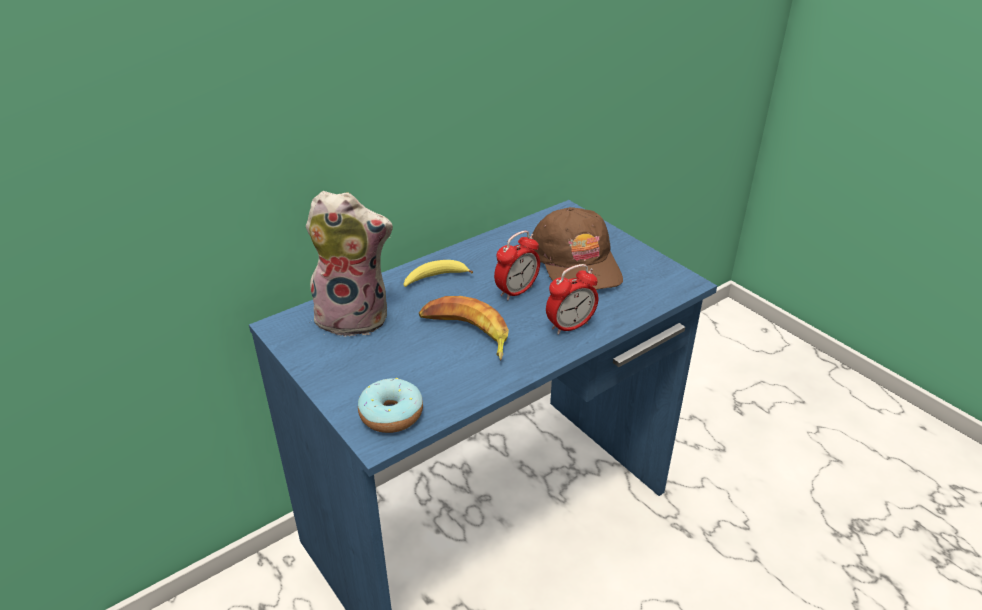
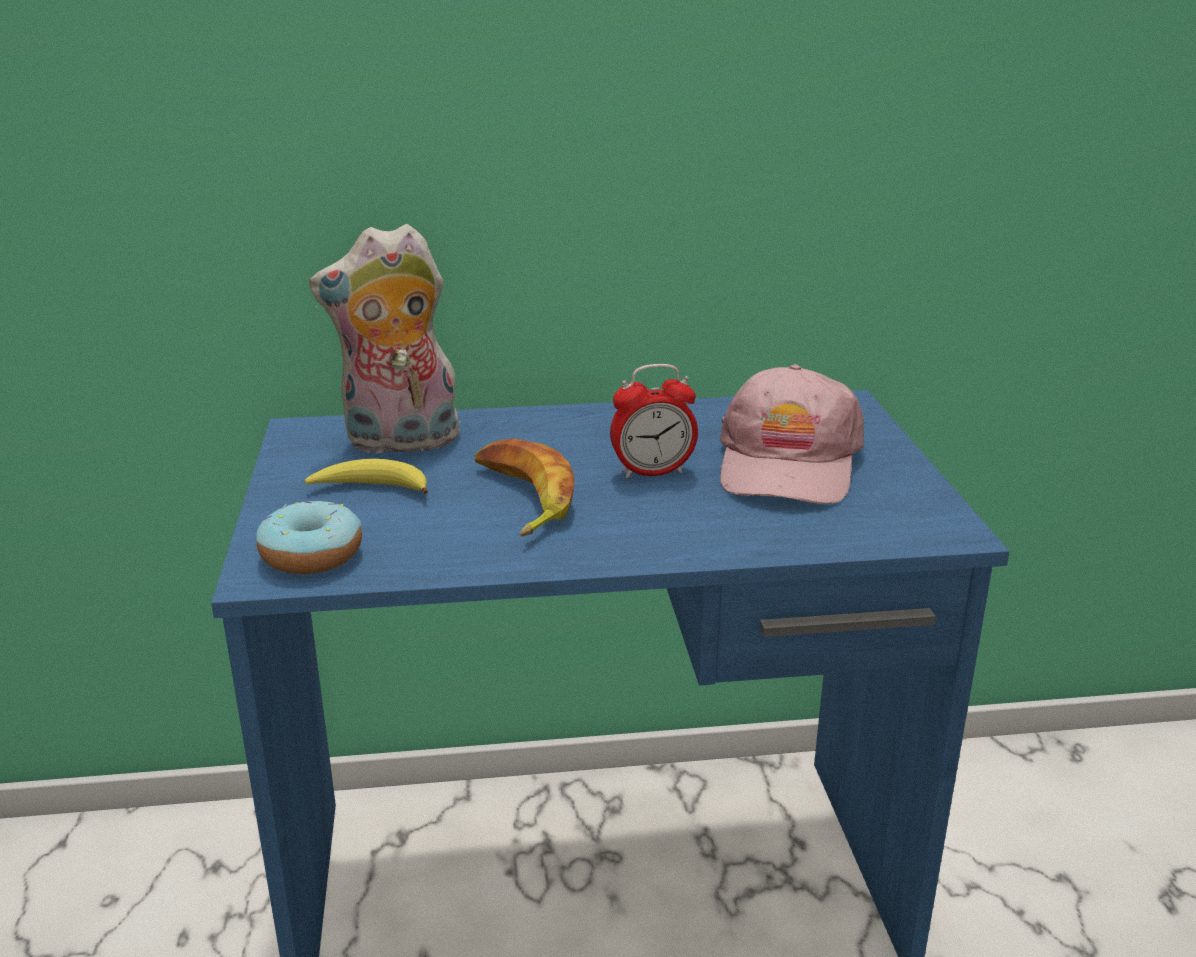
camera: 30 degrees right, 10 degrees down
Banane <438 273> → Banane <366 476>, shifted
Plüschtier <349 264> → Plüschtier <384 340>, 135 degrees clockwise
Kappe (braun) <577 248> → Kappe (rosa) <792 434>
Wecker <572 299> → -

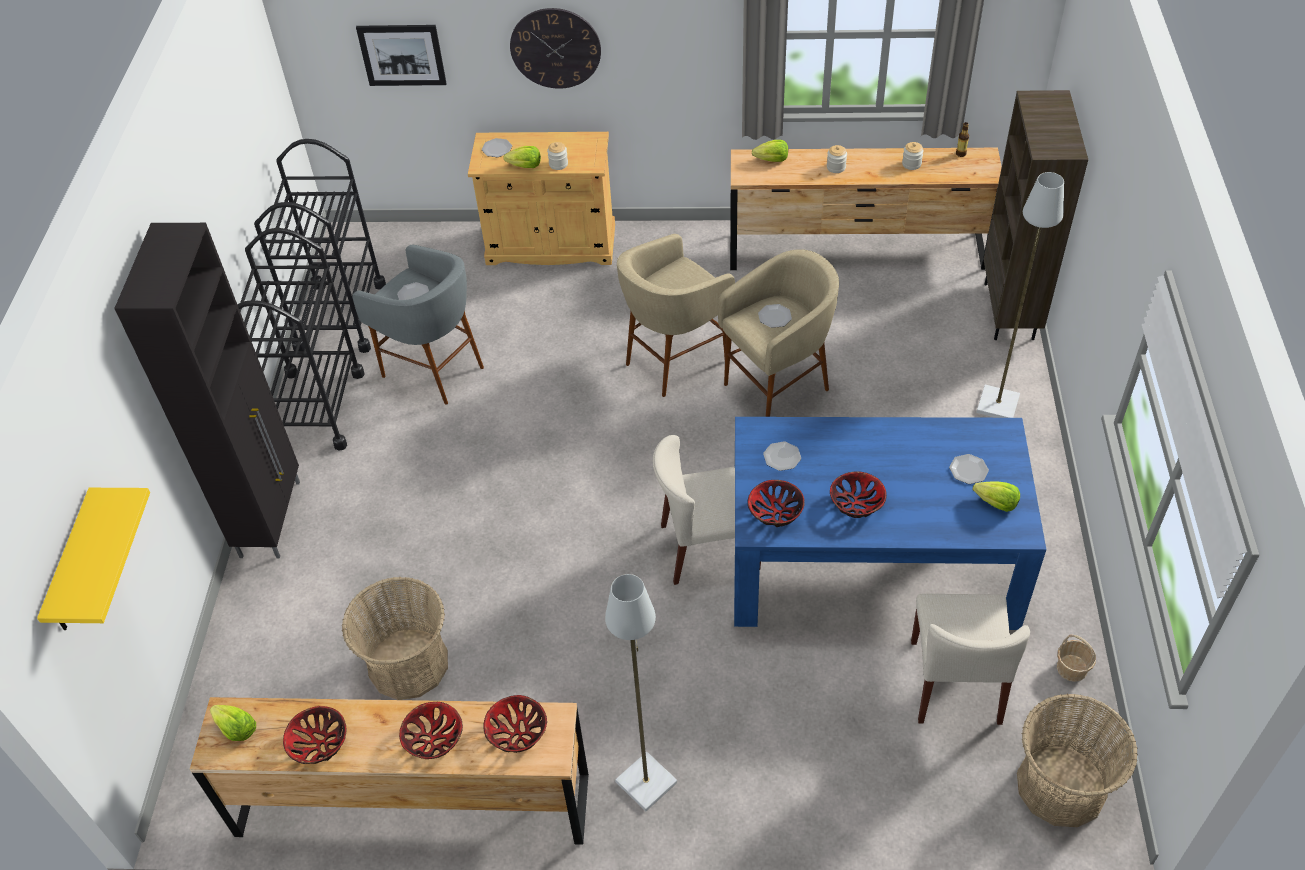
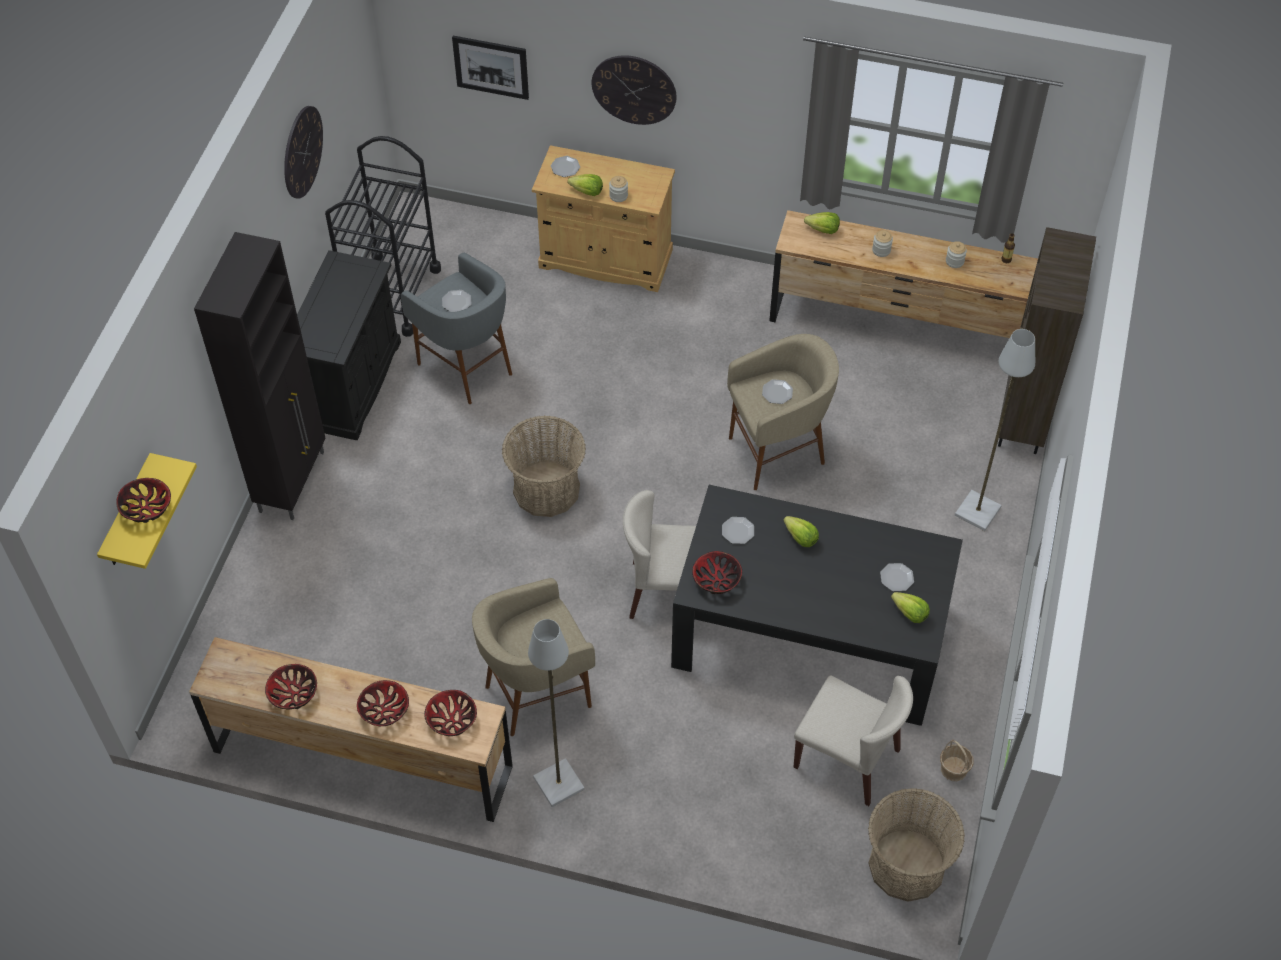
camera: 10 degrees right, 5 degrees up
Schüssel <858 494> → Schüssel <143 500>, shifted
- → Wanduhr <303 152>
Rollwagen (schwarz) <301 339> → Schrank (schwarz) <349 345>
Hocker (beige) <676 315> → Hocker (beige) <533 657>, shifted
Korb <395 638> → Korb <544 466>, shifted
Esstisch (blau) <890 523> → Esstisch (schwarz) <817 605>
Salatkopf <233 723> → Salatkopf <801 531>, shifted
Stuhl (beige) <970 659> → Stuhl (beige) <853 740>, 75 degrees counterclockwise

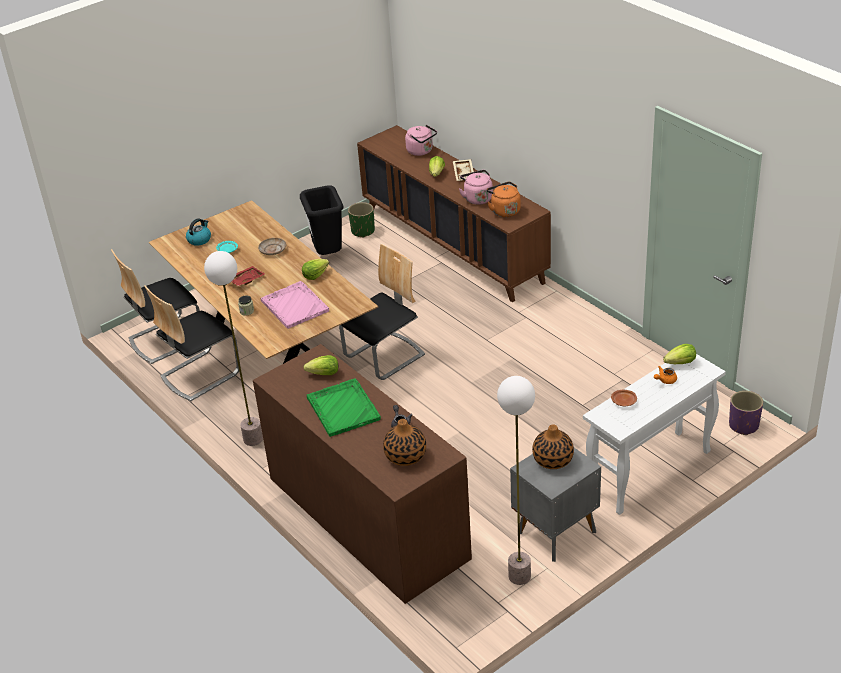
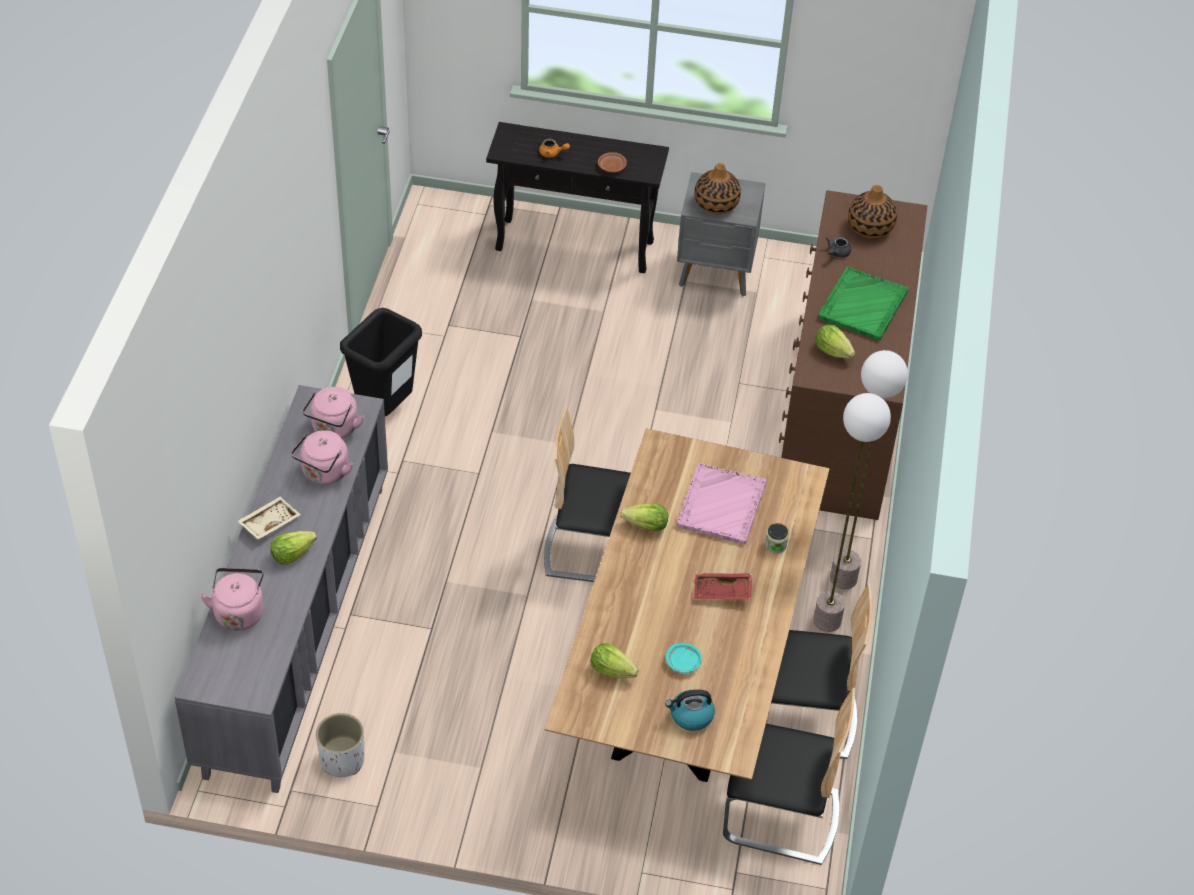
camera: 135 degrees left, 10 degrees up
Schrank (braun) <454 213> → Schrank (grau) <281 589>
Wasserkessel (orange) <503 199> → Wasserkessel (rosa) <333 412>
Pflanzkübel (grün) <361 220> → Pflanzkübel (weiß) <340 745>
Mülleimer (schwarz) <322 220> → Mülleimer (schwarz) <381 362>, shifted
Konsolentisch (weiß) <654 434> → Konsolentisch (schwarz) <577 197>
Salatkopf <679 354> → Salatkopf <615 660>, shifted
Stehlampe <516 480> → Stehlampe <852 512>, shifted
Teller (beige) <272 246> → -
Pflanzkübel (lila) <746 413> → -

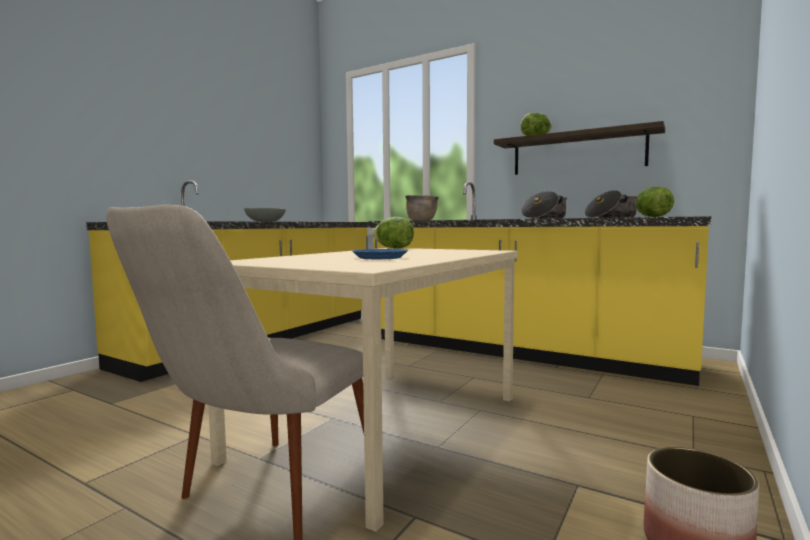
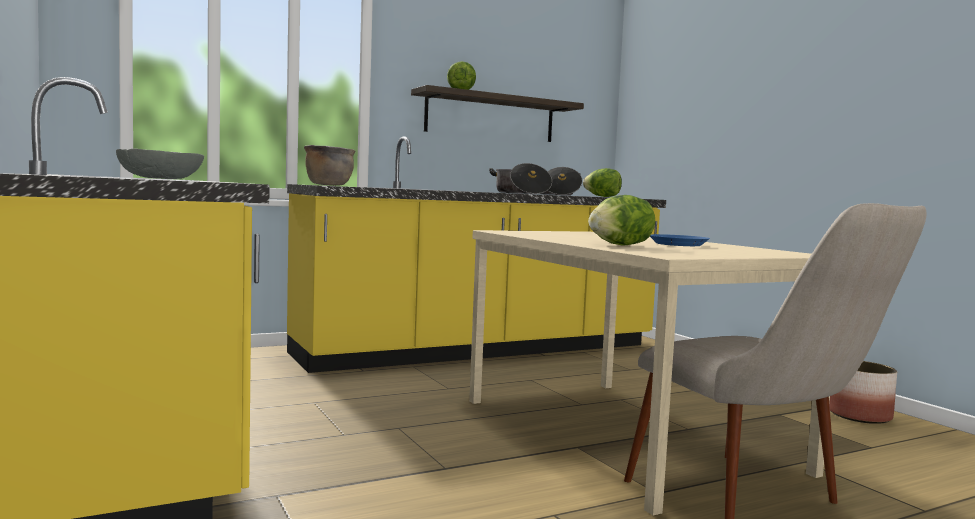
camera: 60 degrees left, 0 degrees up
Salatkopf <393 233> → Salatkopf <621 220>, shifted

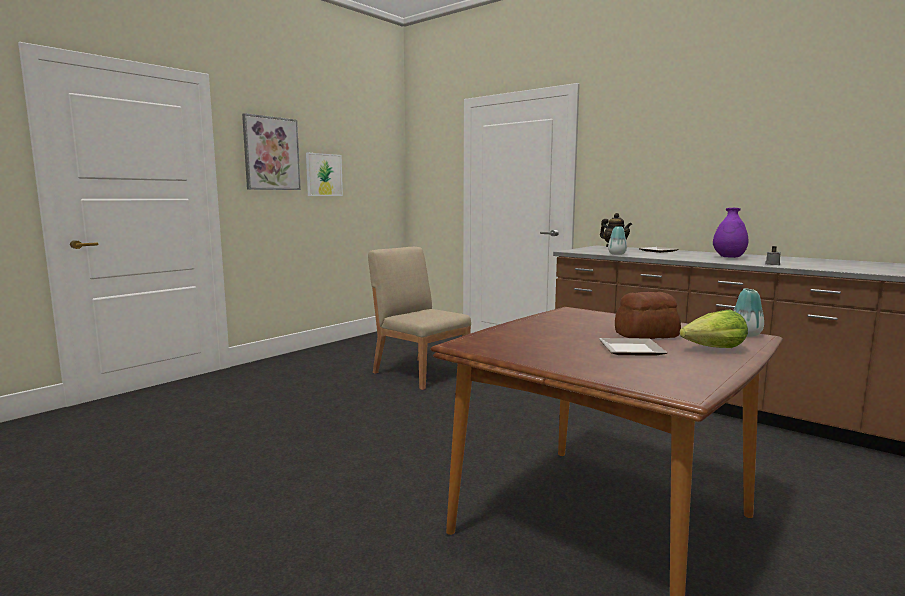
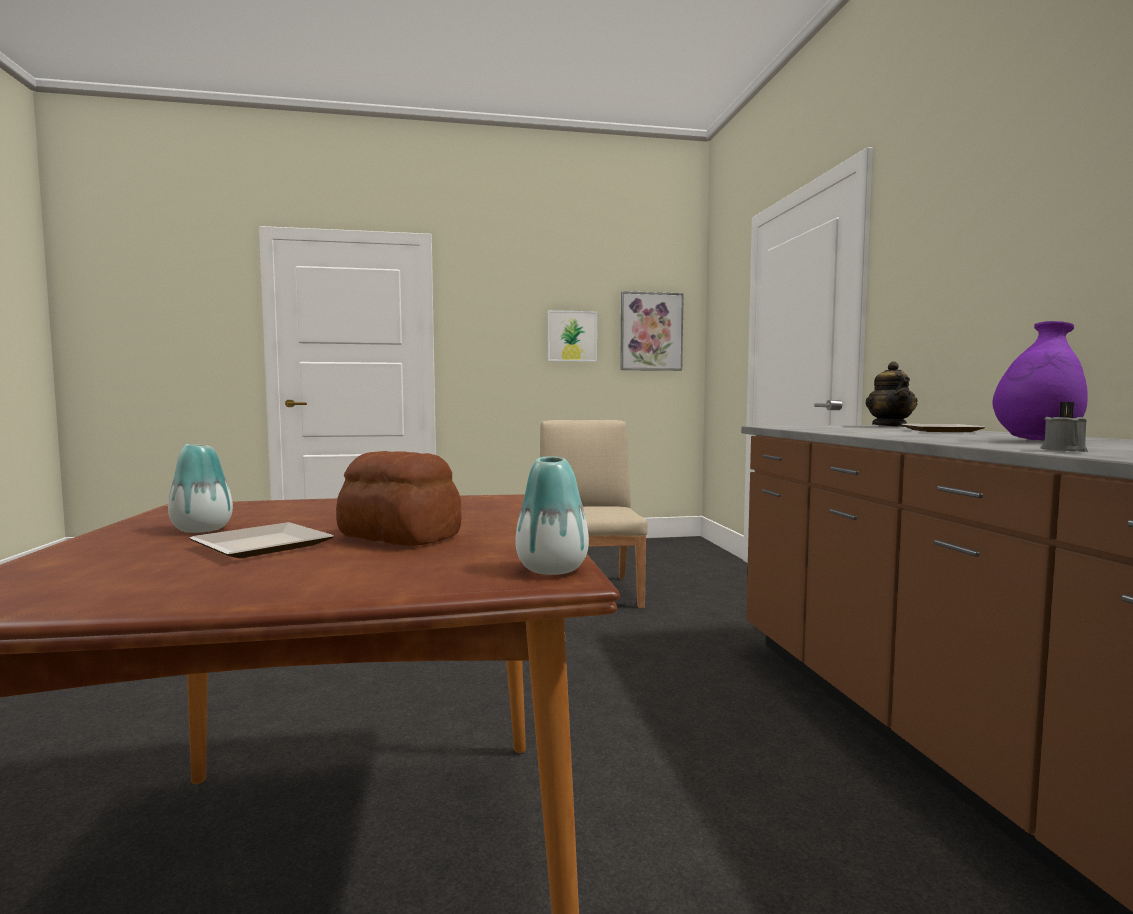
camera: 40 degrees right, 5 degrees down
Vase <617 240> → Vase <200 488>, shifted
Bild <271 151> → Bild <652 331>, shifted
Salatkopf <714 329> → -

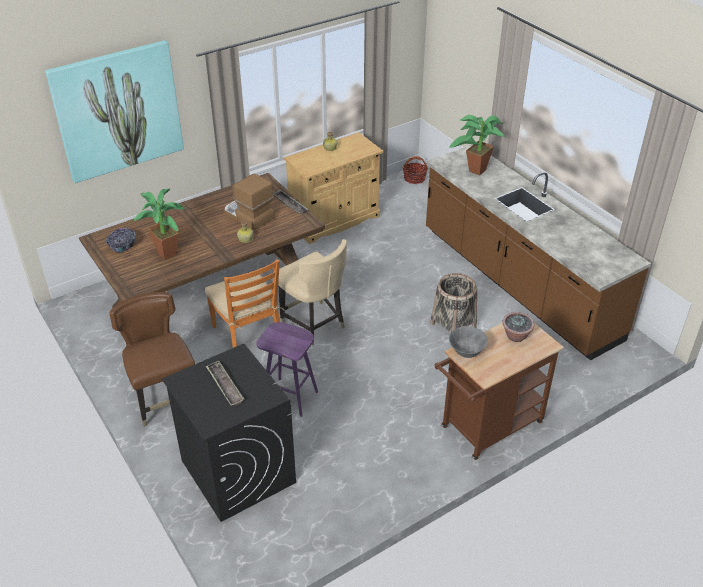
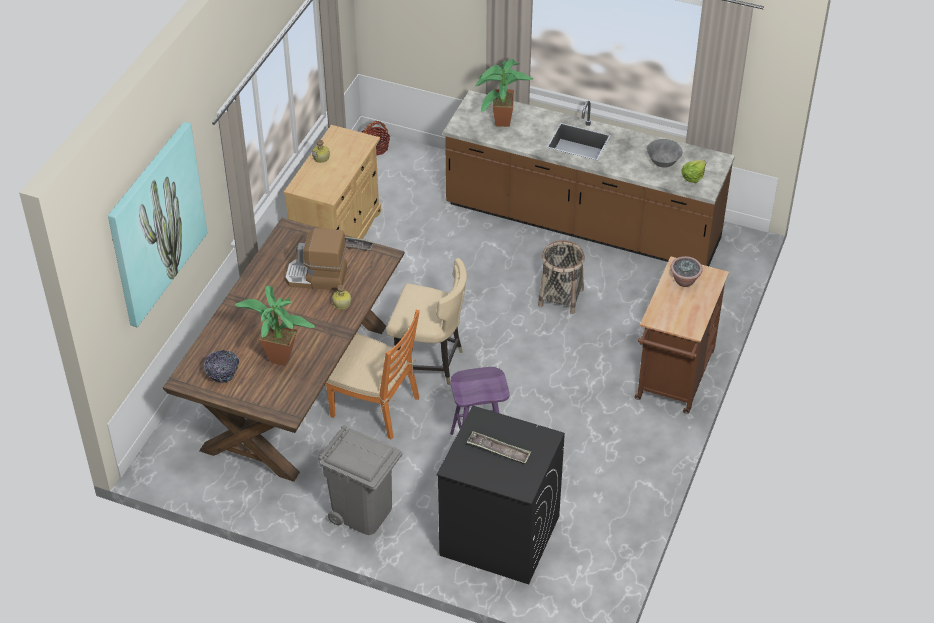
camera: 35 degrees left, 5 degrees up
Stuhl (braun) <152 359> → Mülleimer (grau) <360 480>
Schüssel (grau) <468 342> → Schüssel (grau) <665 153>, shifted
- → Salatkopf <694 171>

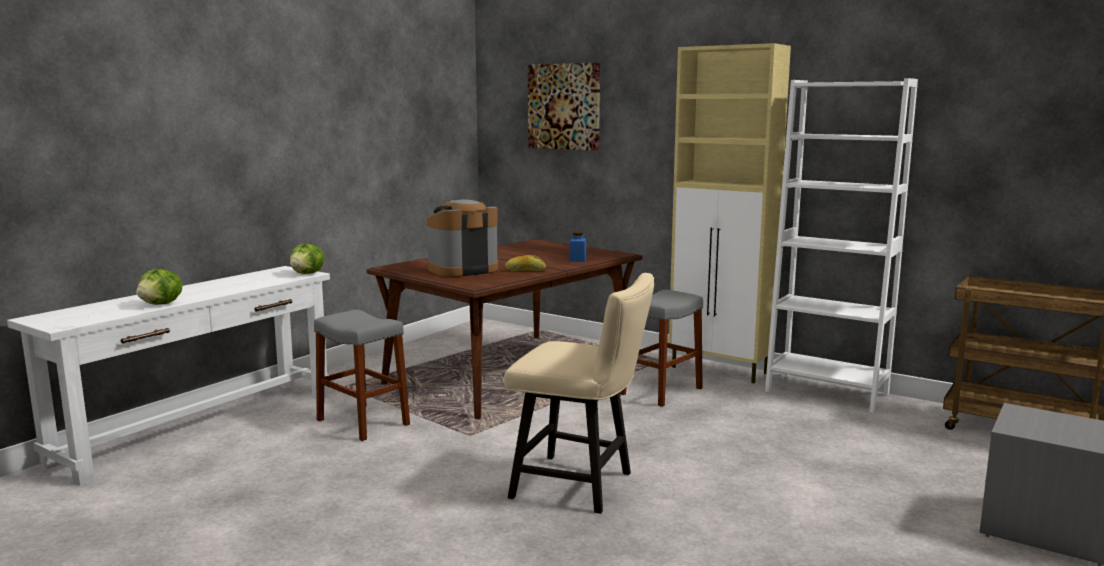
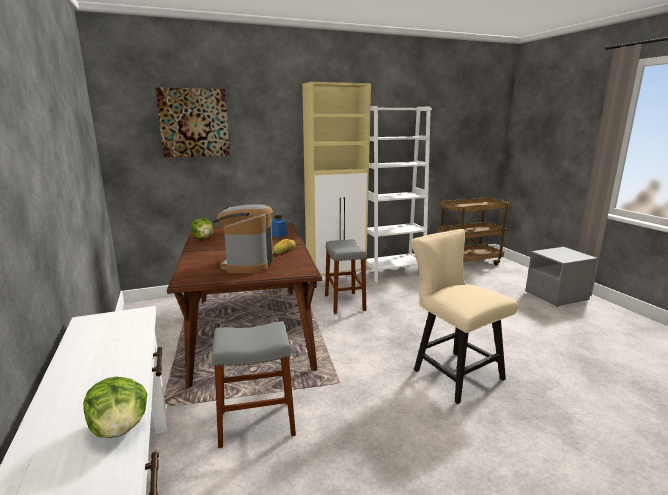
camera: 55 degrees left, 5 degrees up
Salatkopf <307 259> → Salatkopf <203 228>, shifted
Stuhl (beige) <579 393> → Stuhl (beige) <464 316>, 90 degrees counterclockwise

